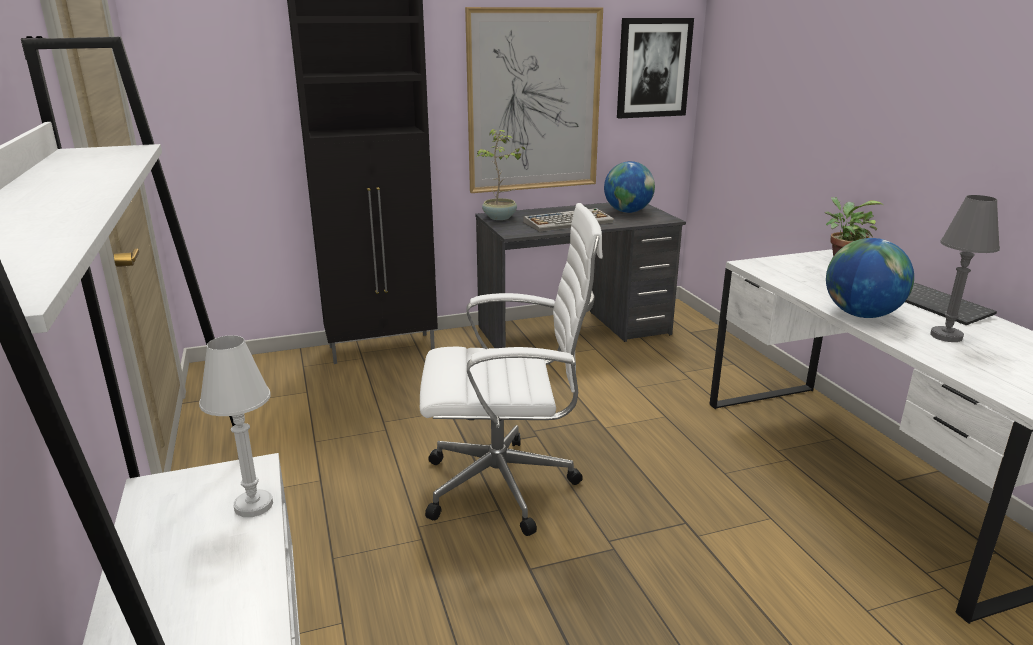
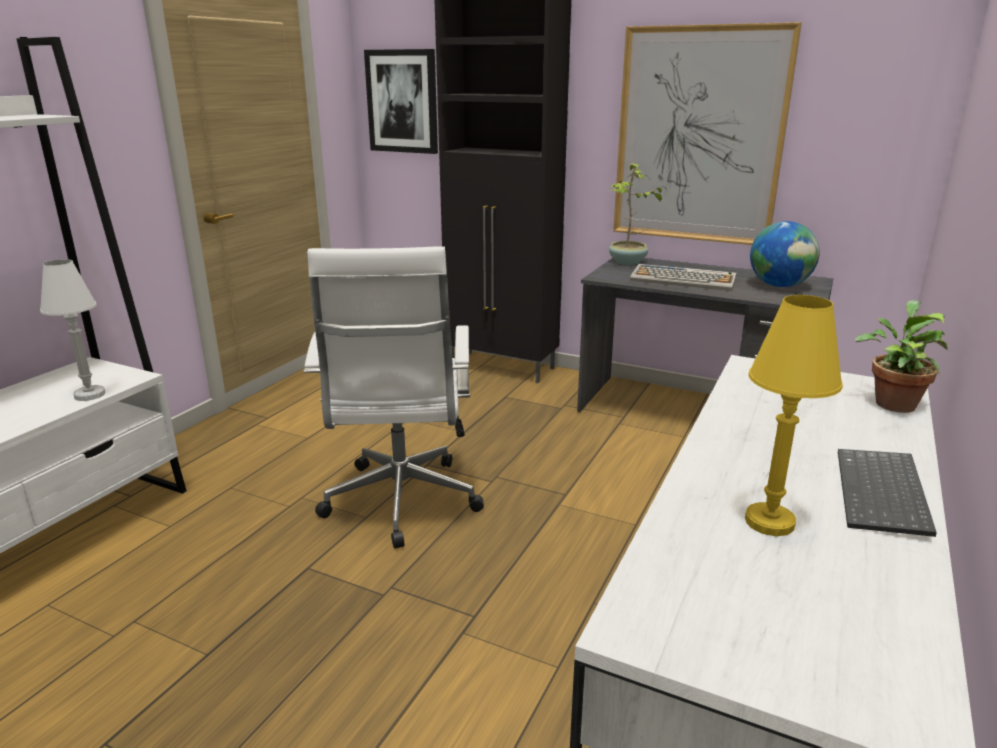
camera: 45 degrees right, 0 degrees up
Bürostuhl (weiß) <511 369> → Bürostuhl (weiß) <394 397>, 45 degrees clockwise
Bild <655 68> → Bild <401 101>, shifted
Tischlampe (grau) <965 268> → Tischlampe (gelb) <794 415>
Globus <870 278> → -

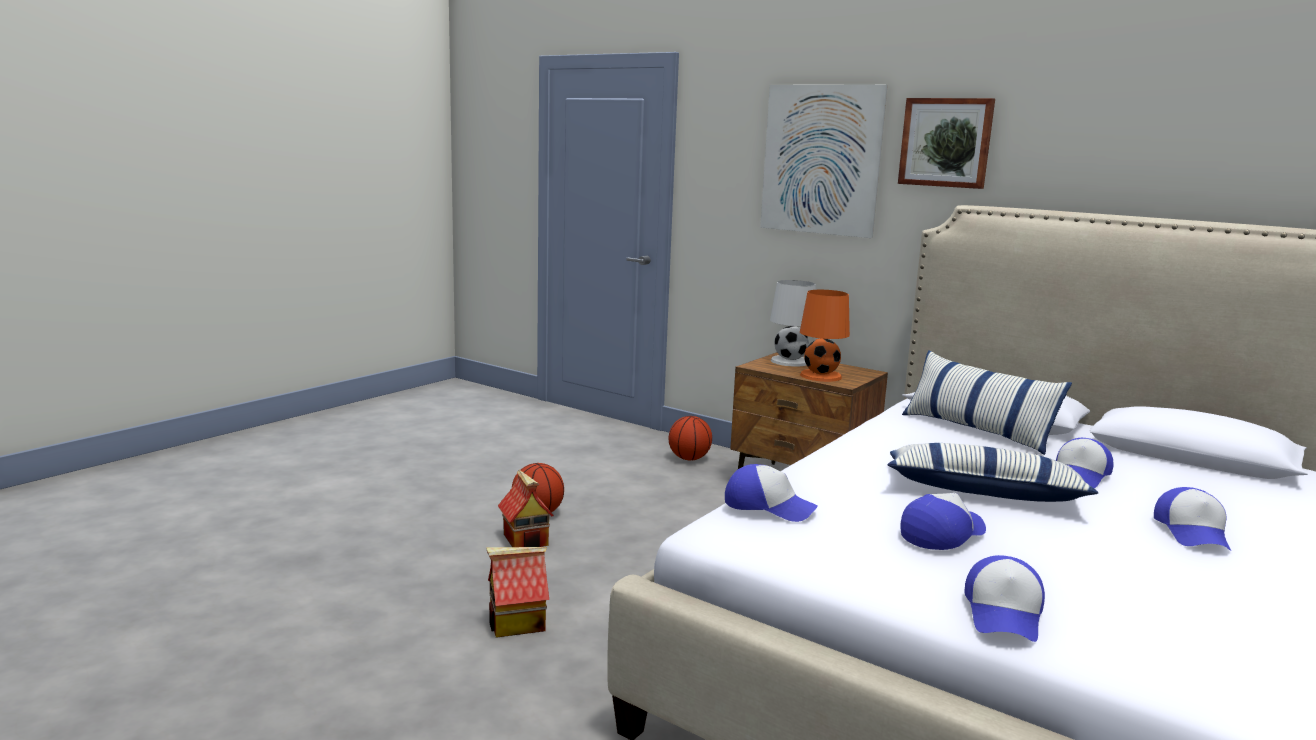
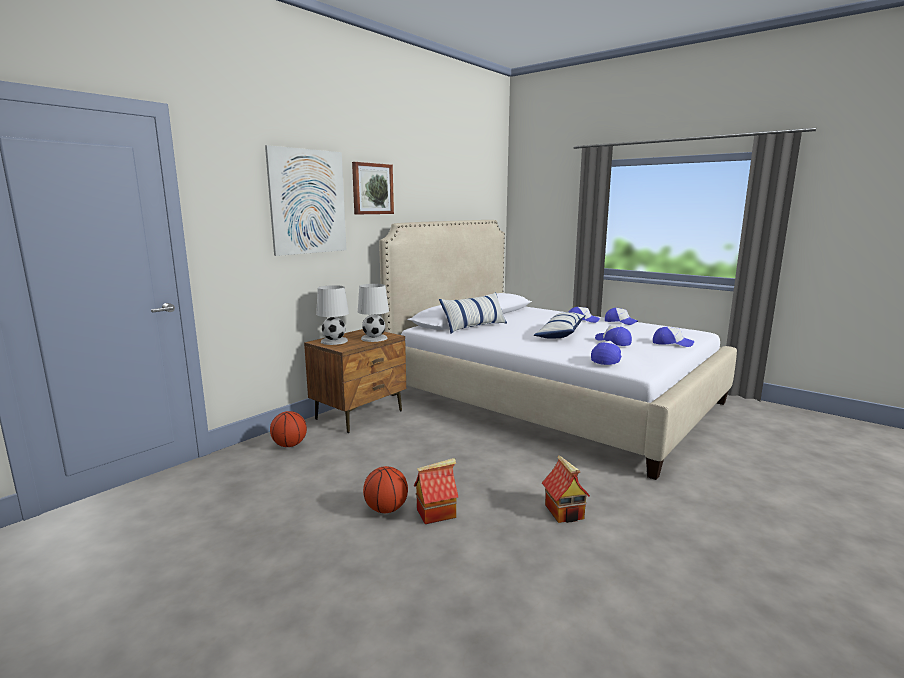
camera: 85 degrees left, 0 degrees up
Tischlampe (orange) <825 336> → Tischlampe (weiß) <373 313>
Kappe <1085 463> → Kappe <621 316>, shifted

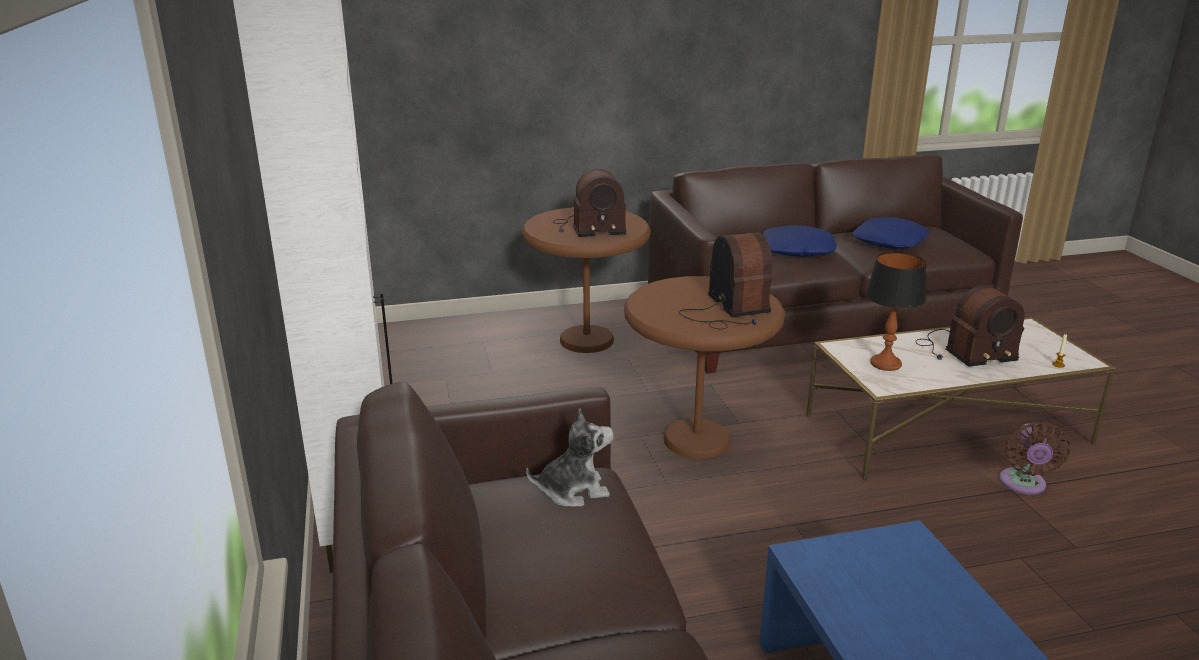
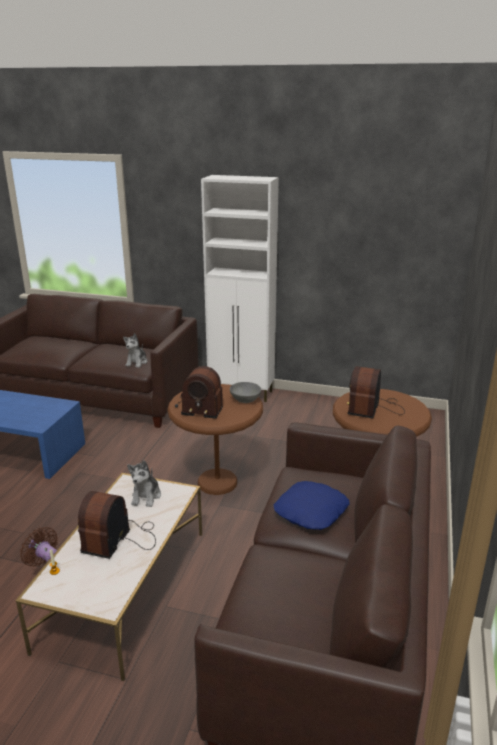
camera: 120 degrees right, 0 degrees up
Tischlampe <896 311> → Plüschtier <144 483>
- → Schüssel (grau) <245 392>
Kissen (blau) <891 233> → -

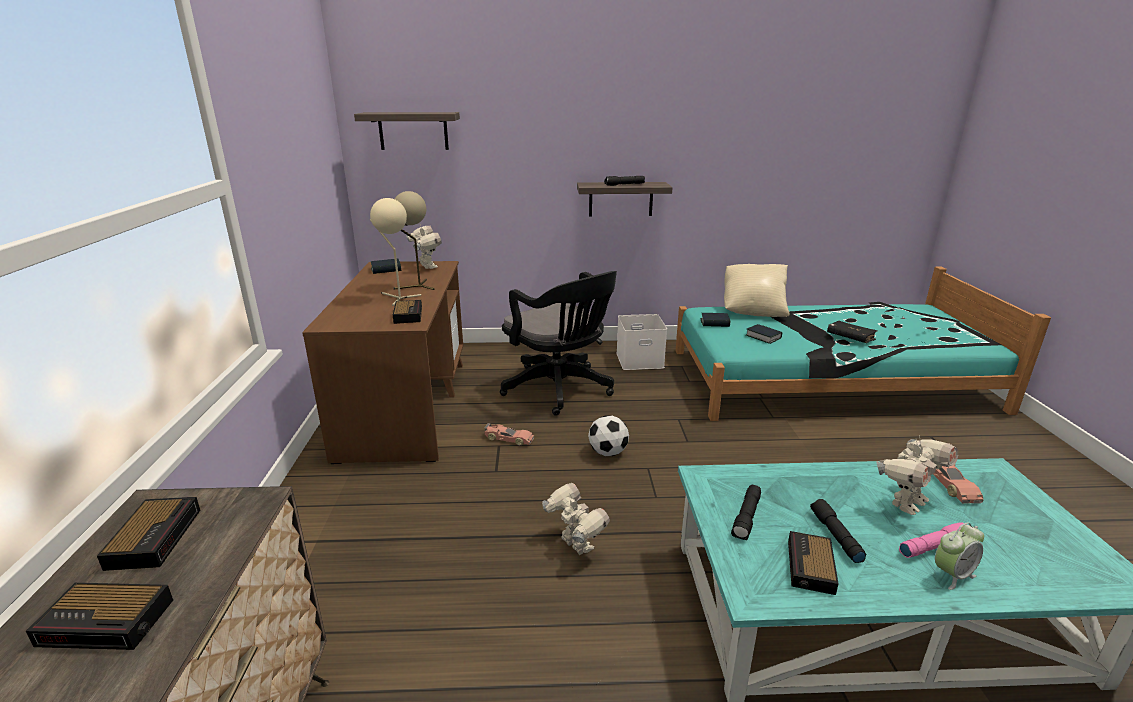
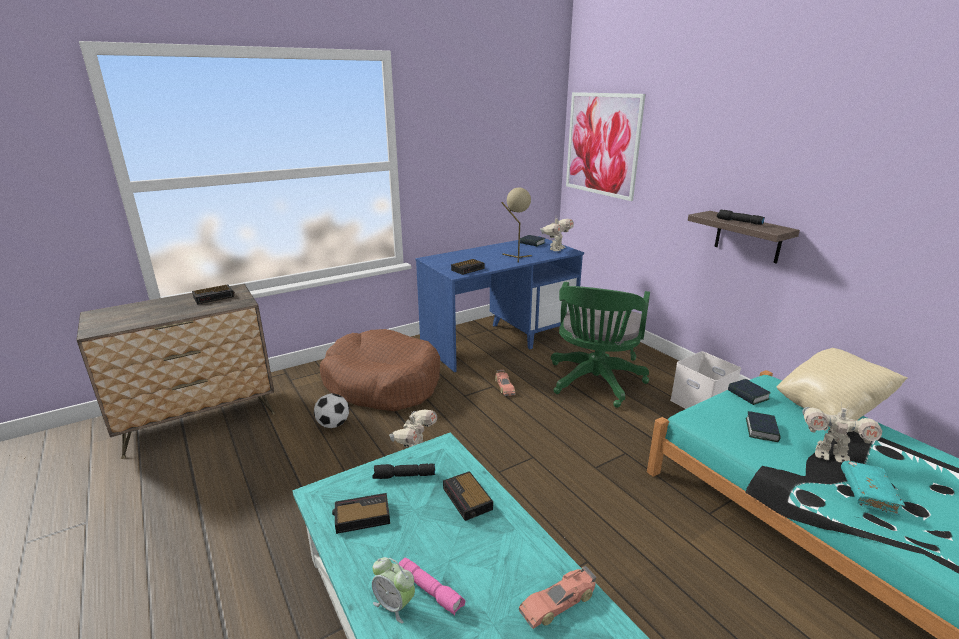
camera: 60 degrees right, 0 degrees up
Fußball <608 435> → Fußball <331 410>, shifted
- → Hundebett (braun) <380 370>
Schreibtisch (braun) <382 362> → Schreibtisch (blau) <500 304>
Wecker <99 616> → Wecker <468 496>, shifted
Bürostuhl (schwarz) <558 343> → Bürostuhl (grün) <600 345>
Wandregal <407 131> → Bild <606 146>
Spielzeugroboter <917 475> → Spielzeugroboter <842 433>, shifted
Buch (schwarz) <852 332> → Buch (türkis) <873 489>
Tischlampe (beige) <395 252> → -
Taschenlampe (schwarz) <838 531> → -

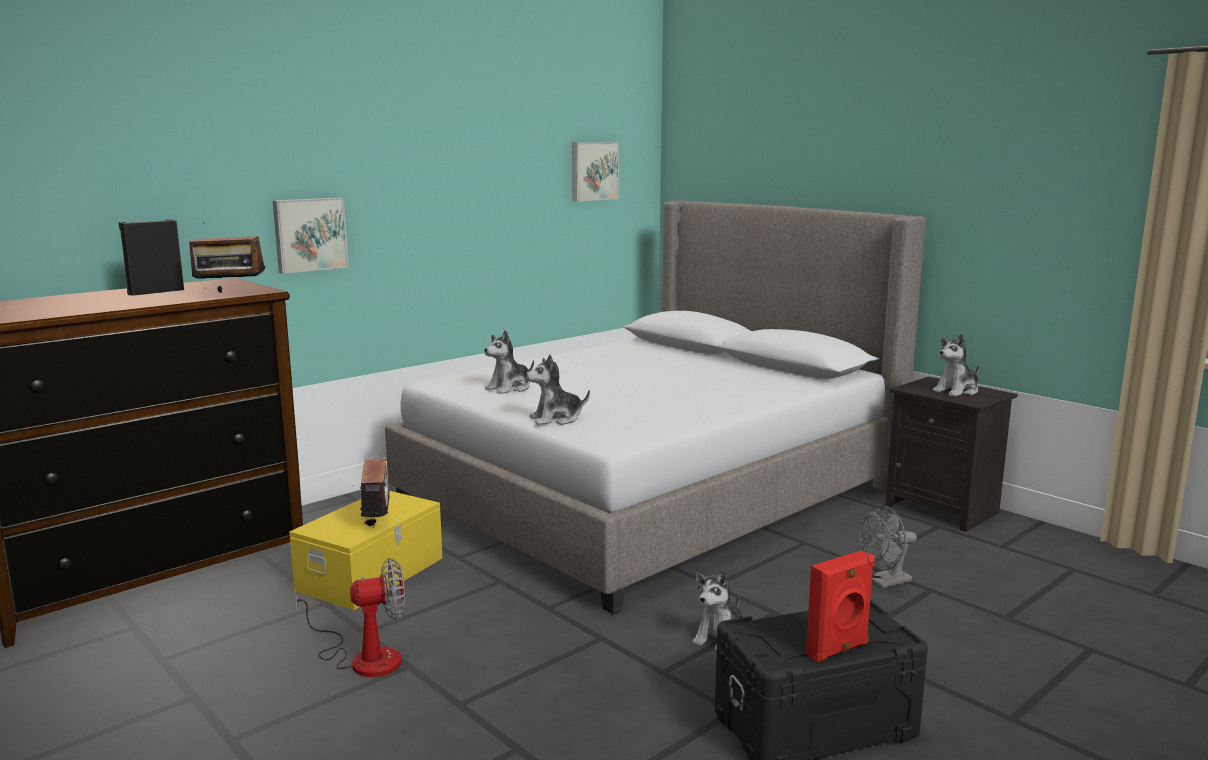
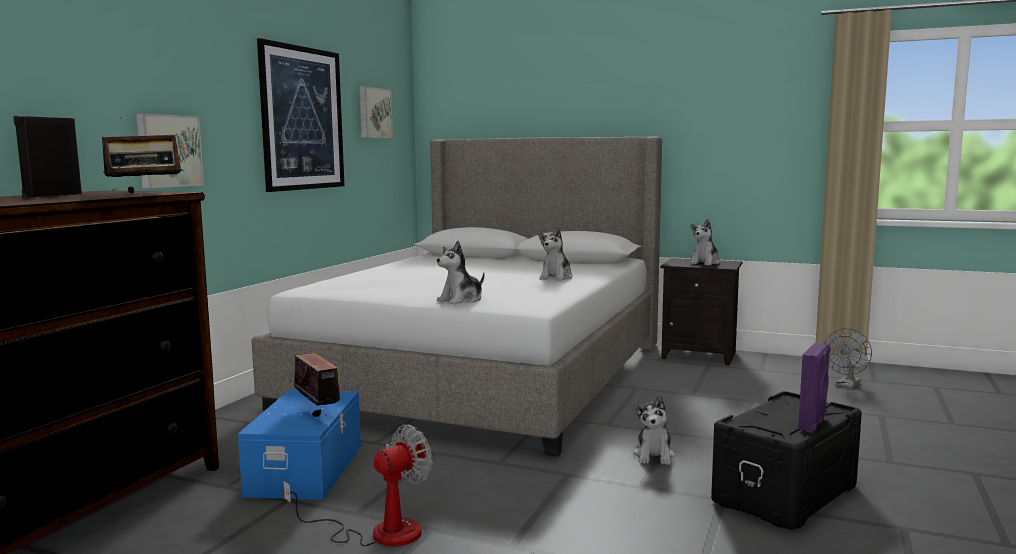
camera: 25 degrees left, 5 degrees down
Aufbewahrungsbox (gelb) <365 550> → Aufbewahrungsbox (blau) <299 445>
- → Bild <300 115>
Plüschtier <509 362> → Plüschtier <556 254>, shifted
Lautsprecher (rot) <840 606> → Lautsprecher (lila) <814 388>
Ventilator (grau) <888 546> → Ventilator (grau) <848 358>, shifted

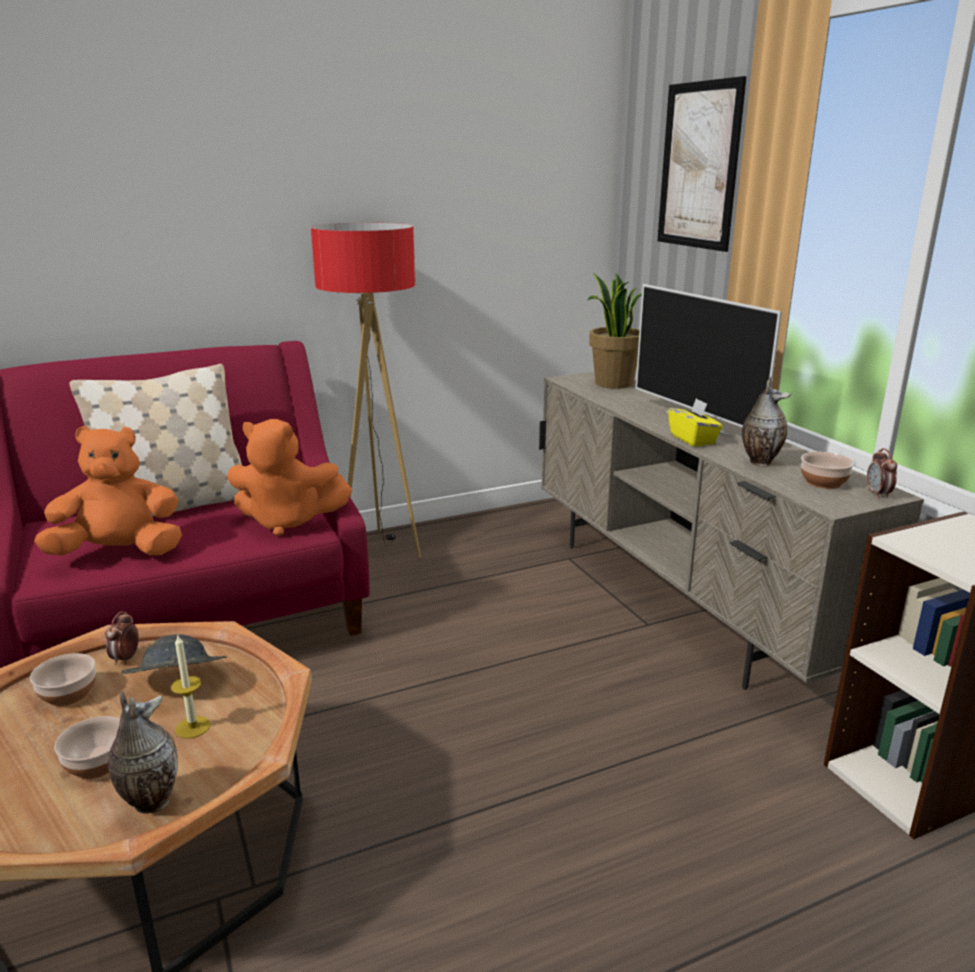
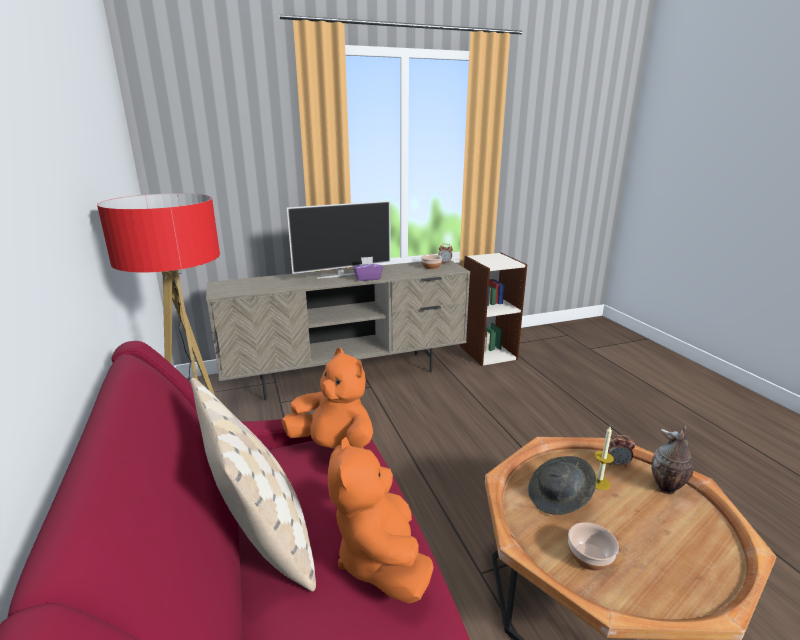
camera: 85 degrees left, 0 degrees up
Plüschtier (orange) <289 477> → Plüschtier (orange) <327 405>, 60 degrees counterclockwise
Taschentuchbox (gelb) <695 422> → Taschentuchbox (lila) <368 269>
Wecker <122 638> → Wecker <621 451>, shifted
Schüssel <87 747> → -
Topfpflanze <614 331> → -
Bild <702 164> → -
Vase <766 422> → -

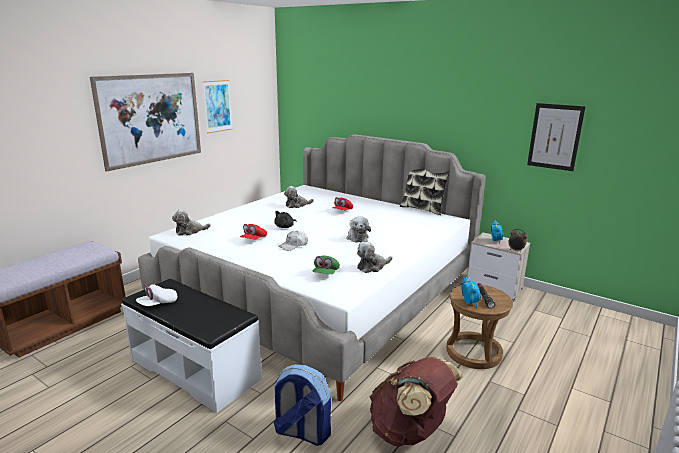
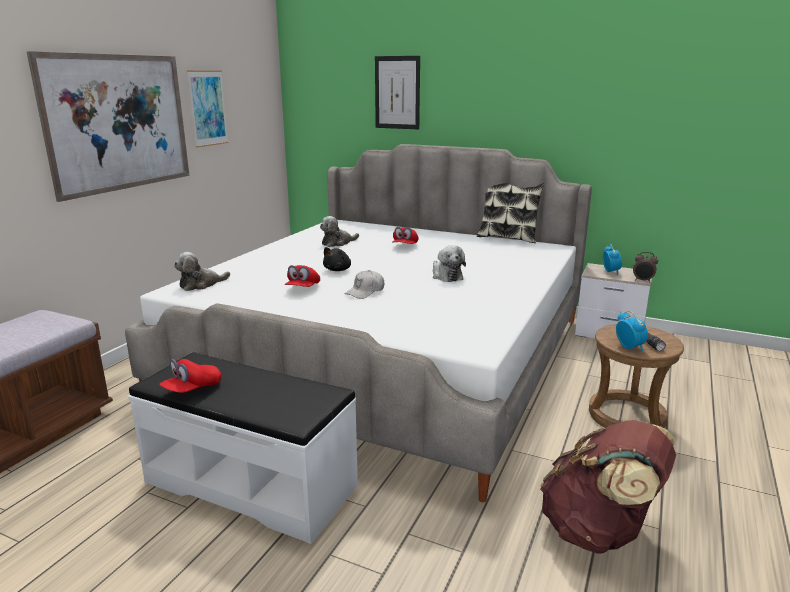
camera: 10 degrees left, 0 degrees up
Kappe (weiß) <156 295> → Kappe (rot) <190 376>
Bild <556 137> → Bild <397 92>, shifted
Rucksack <302 405> → -
Kappe (grün) <326 265> → -
Plüschtier <375 257> → -

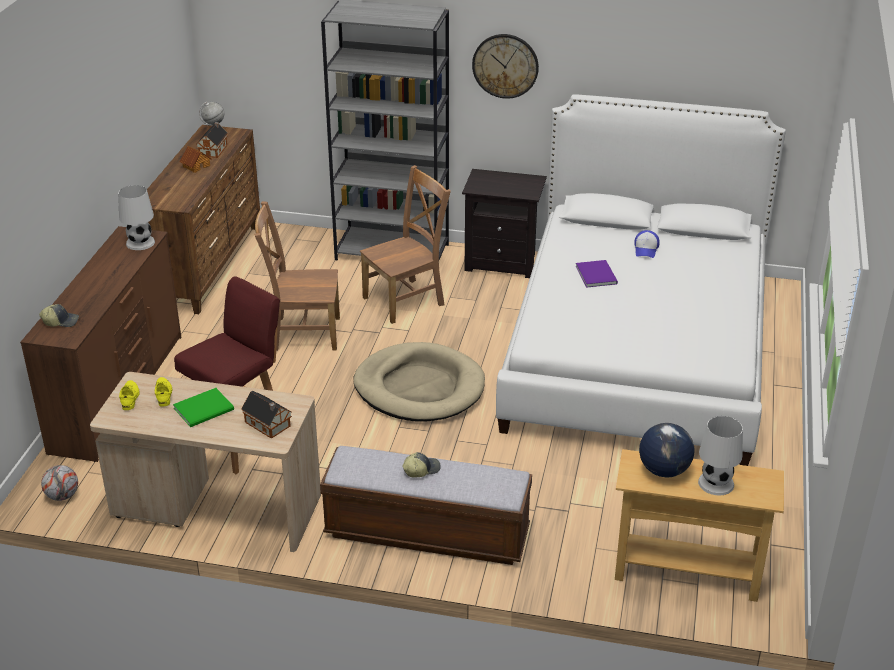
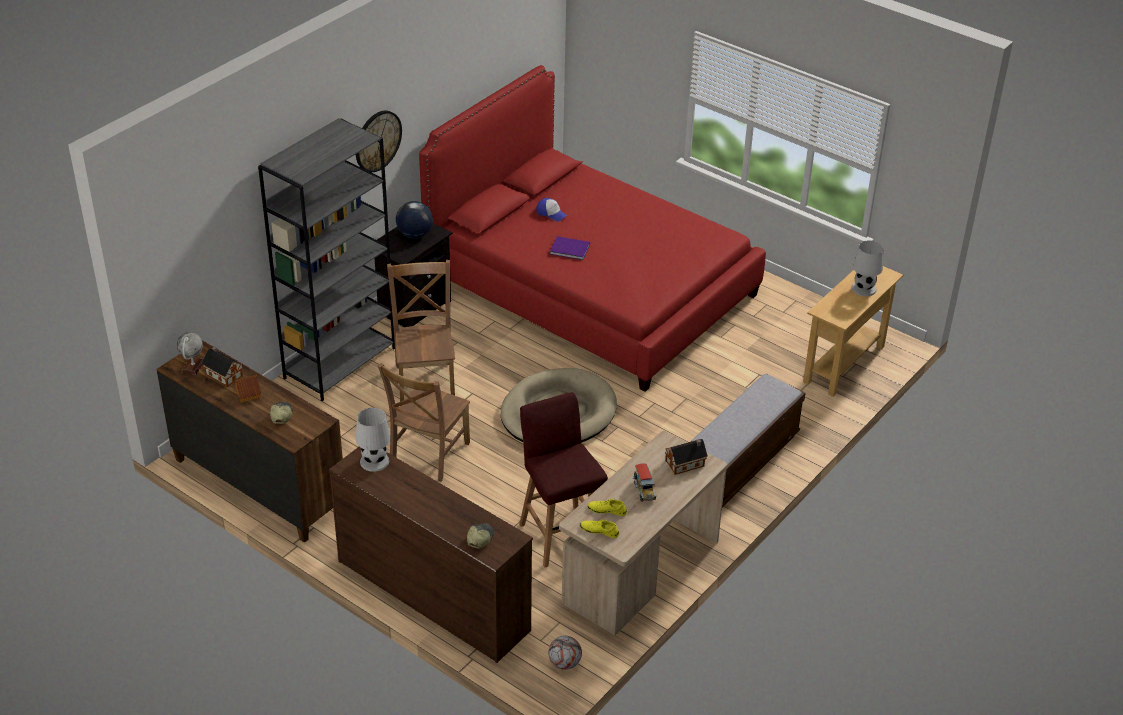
camera: 65 degrees left, 5 degrees up
Kappe <421 465> → Kappe <281 413>, shifted
Globus <666 450> → Globus <414 219>, shifted
Bett (weiß) <641 280> → Bett (rot) <592 228>
Buch (grün) <203 407> → Spielzeuglaster <644 482>

